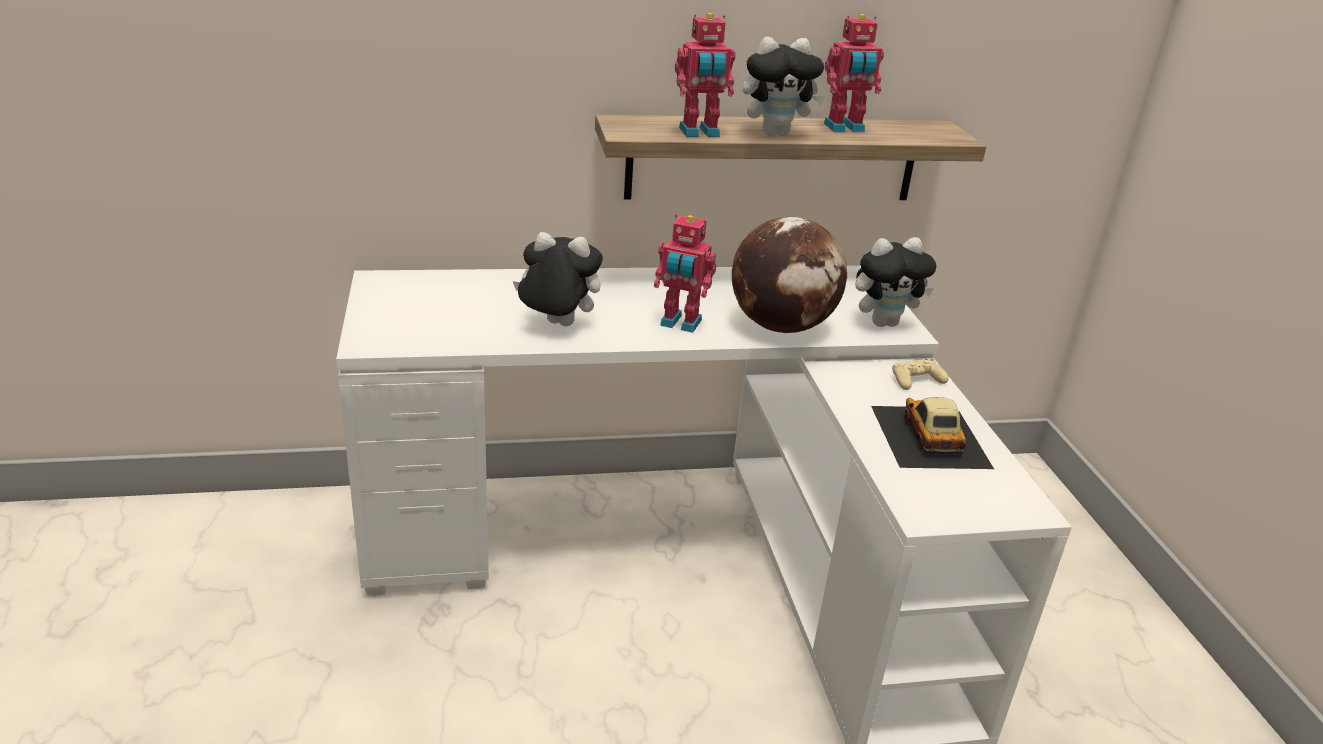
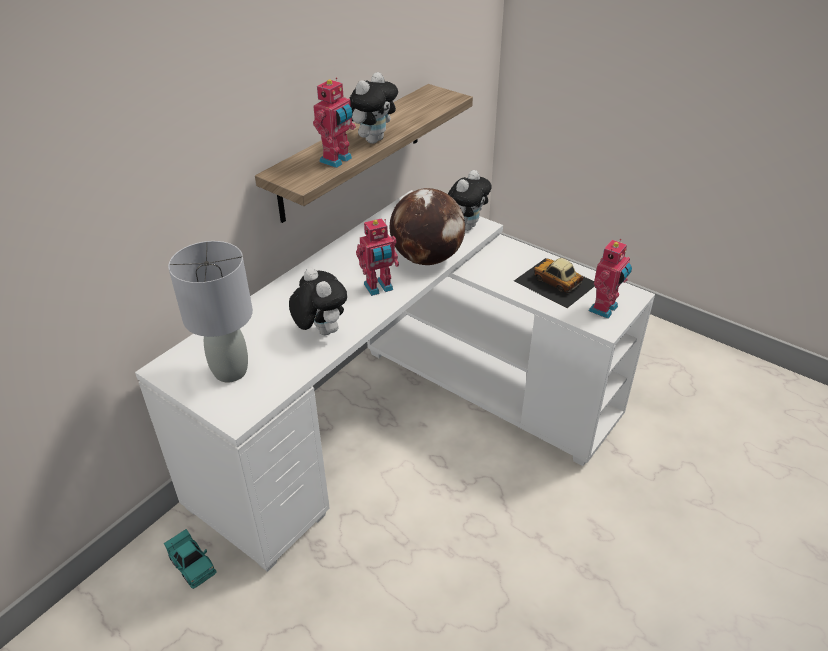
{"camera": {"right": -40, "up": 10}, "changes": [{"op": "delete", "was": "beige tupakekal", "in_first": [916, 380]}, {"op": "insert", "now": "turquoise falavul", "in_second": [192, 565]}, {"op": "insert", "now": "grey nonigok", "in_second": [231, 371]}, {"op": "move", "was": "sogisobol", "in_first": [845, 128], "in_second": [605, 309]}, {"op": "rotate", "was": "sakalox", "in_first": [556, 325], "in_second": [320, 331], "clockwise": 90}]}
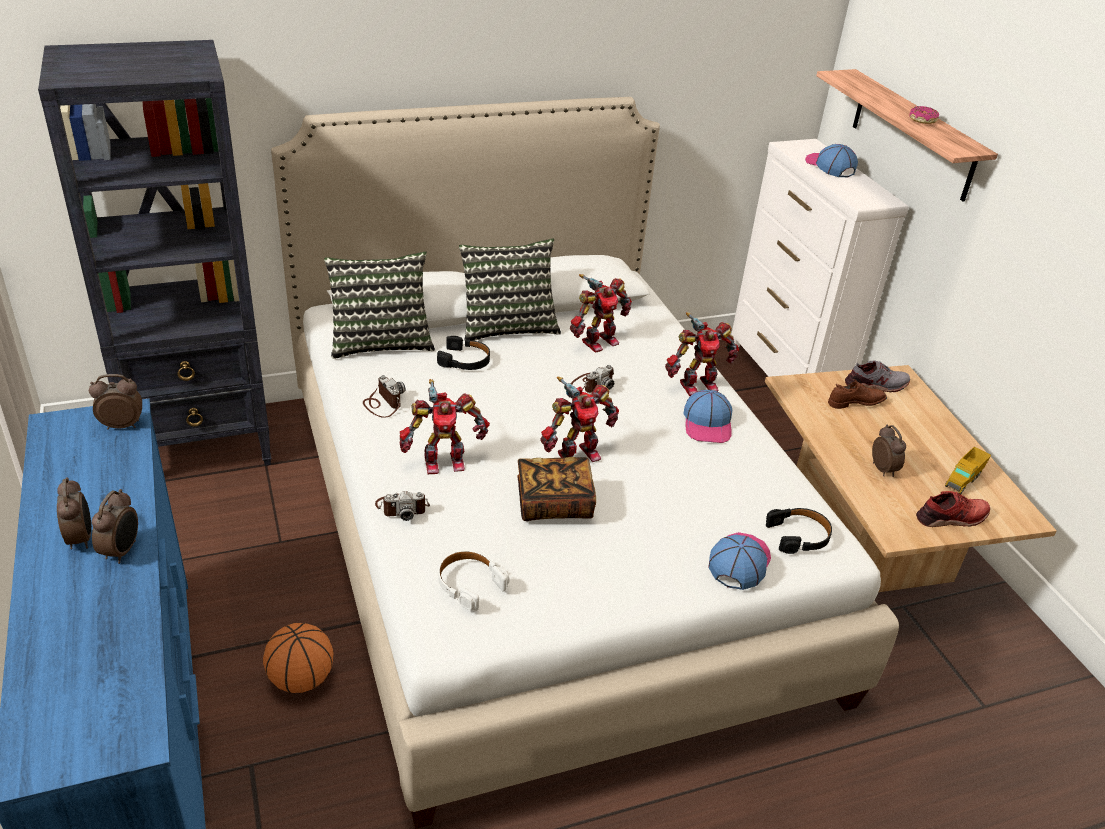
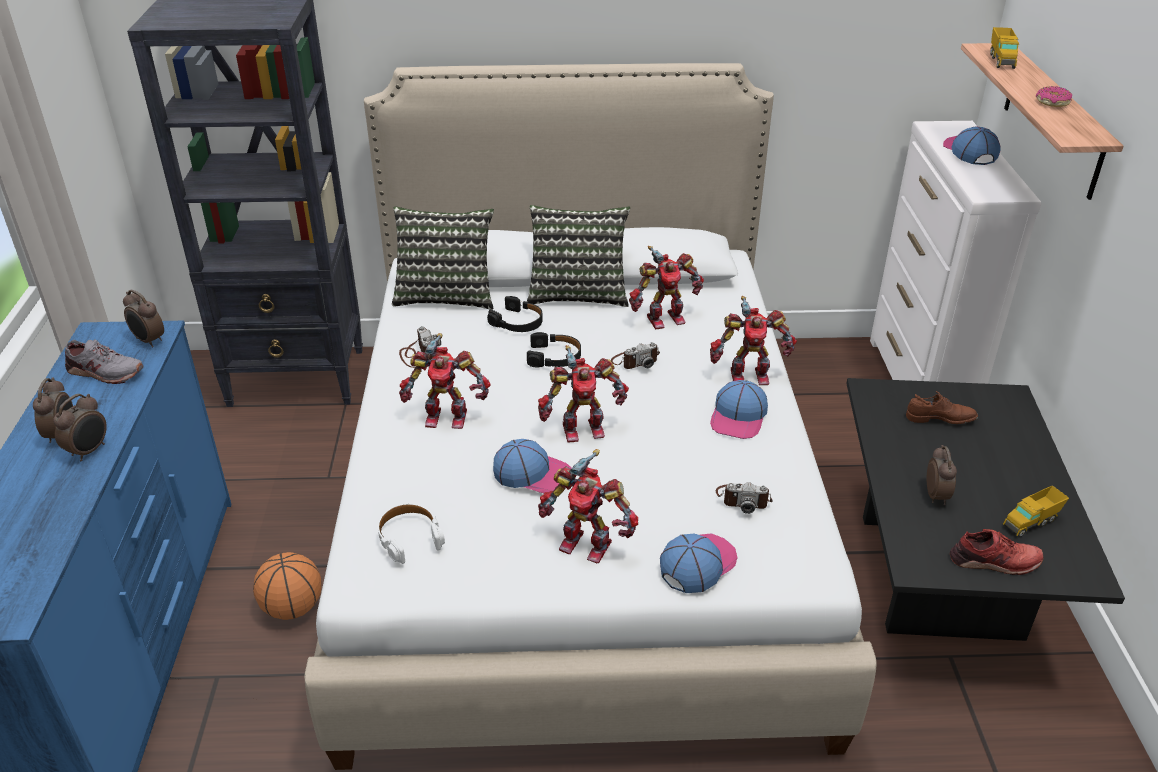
{"camera": {"right": 20, "up": 0}, "changes": [{"op": "insert", "now": "sogisobol", "in_second": [587, 543]}, {"op": "insert", "now": "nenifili", "in_second": [1001, 60]}, {"op": "move", "was": "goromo", "in_first": [402, 507], "in_second": [743, 499]}, {"op": "move", "was": "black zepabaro", "in_first": [799, 536], "in_second": [554, 357]}, {"op": "move", "was": "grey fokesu", "in_first": [876, 385], "in_second": [104, 372]}, {"op": "replace", "was": "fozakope", "now": "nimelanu", "in_first": [554, 503], "in_second": [532, 473]}, {"op": "recolor", "was": "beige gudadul", "now": "black gudadul", "in_first": [867, 538], "in_second": [939, 575]}, {"op": "rotate", "was": "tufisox", "in_first": [122, 425], "in_second": [149, 341], "clockwise": -150}]}
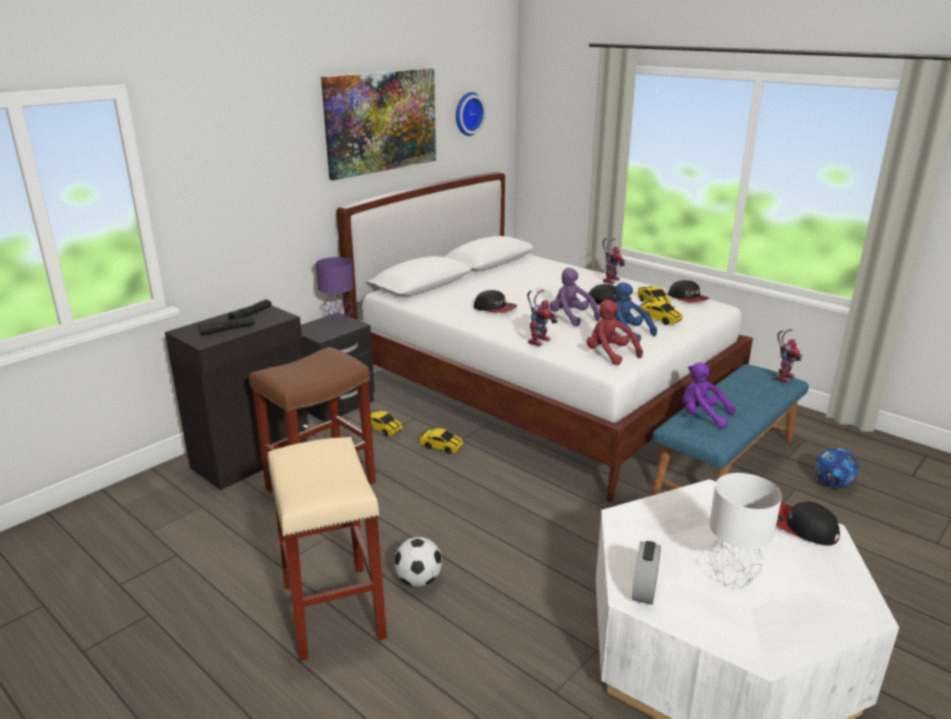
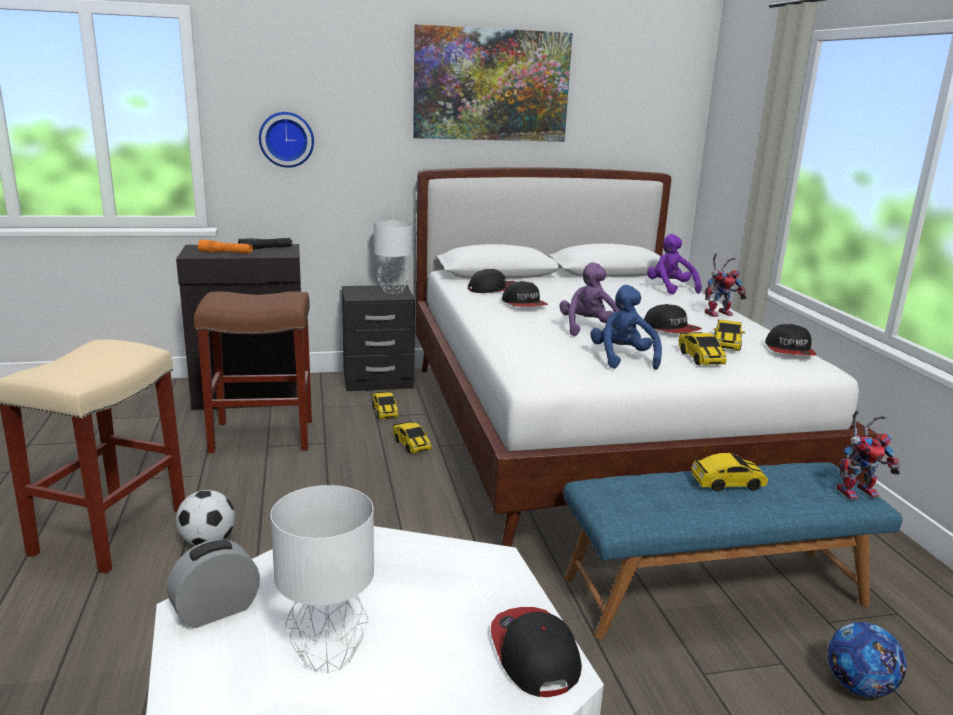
{"camera": {"right": 35, "up": -5}, "changes": [{"op": "delete", "was": "sogisobol", "in_first": [538, 340]}, {"op": "delete", "was": "red sakalox", "in_first": [609, 354]}, {"op": "insert", "now": "nimelanu", "in_second": [493, 289]}, {"op": "insert", "now": "falavul", "in_second": [727, 483]}, {"op": "move", "was": "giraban", "in_first": [467, 113], "in_second": [286, 139]}, {"op": "move", "was": "purple sakalox", "in_first": [702, 416], "in_second": [670, 289]}, {"op": "recolor", "was": "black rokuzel", "now": "orange rokuzel", "in_first": [228, 330], "in_second": [226, 253]}, {"op": "recolor", "was": "purple nonigok", "now": "white nonigok", "in_first": [338, 321], "in_second": [393, 290]}]}
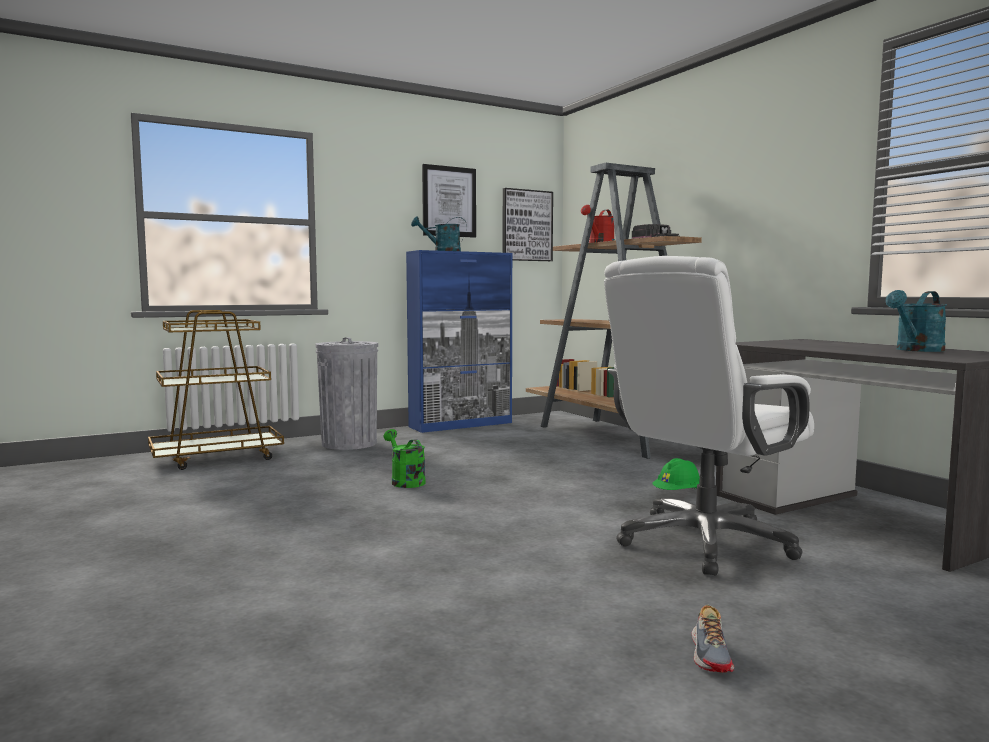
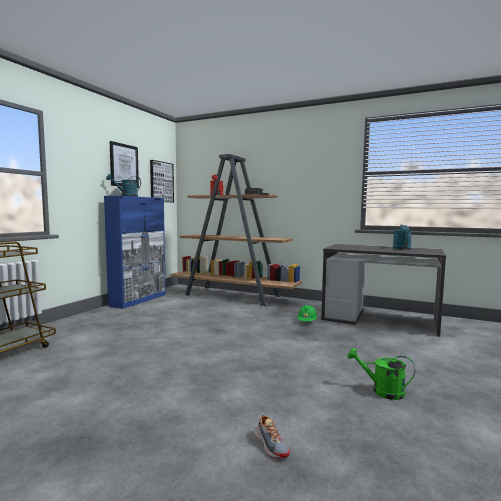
{"camera": {"right": -35, "up": 0}, "changes": [{"op": "delete", "was": "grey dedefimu", "in_first": [349, 443]}, {"op": "delete", "was": "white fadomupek", "in_first": [704, 542]}, {"op": "move", "was": "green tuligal", "in_first": [405, 481], "in_second": [382, 391]}, {"op": "move", "was": "fokesu", "in_first": [711, 654], "in_second": [271, 445]}]}
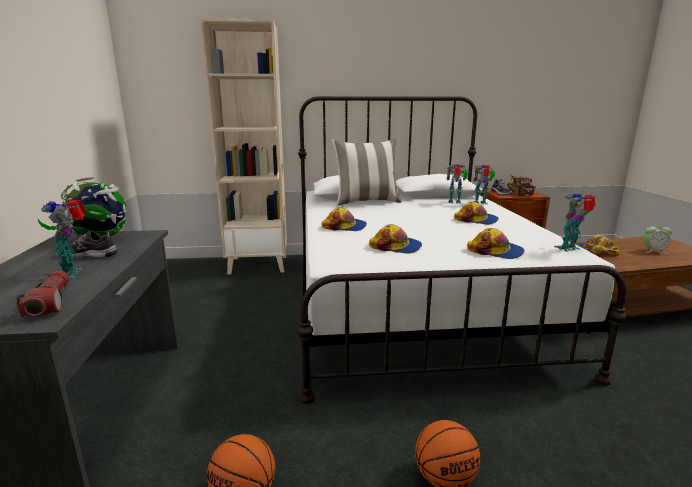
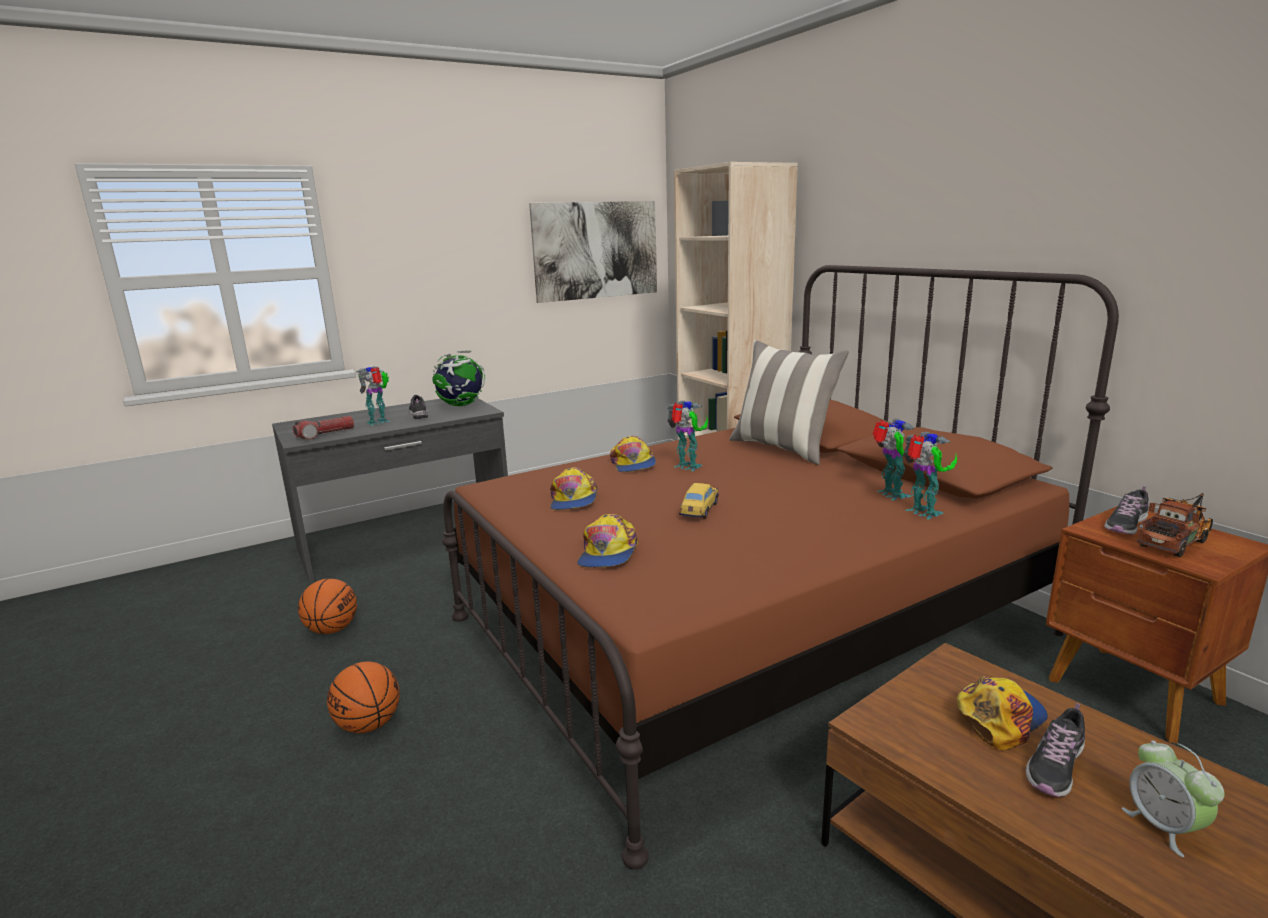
{"camera": {"right": 65, "up": 0}, "changes": [{"op": "delete", "was": "nimelanu", "in_first": [476, 220]}, {"op": "insert", "now": "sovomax", "in_second": [596, 250]}, {"op": "insert", "now": "falavul", "in_second": [699, 510]}, {"op": "insert", "now": "fokesu", "in_second": [1055, 766]}, {"op": "move", "was": "sogisobol", "in_first": [570, 248], "in_second": [688, 467]}, {"op": "recolor", "was": "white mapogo", "now": "brown mapogo", "in_first": [411, 301], "in_second": [747, 626]}]}
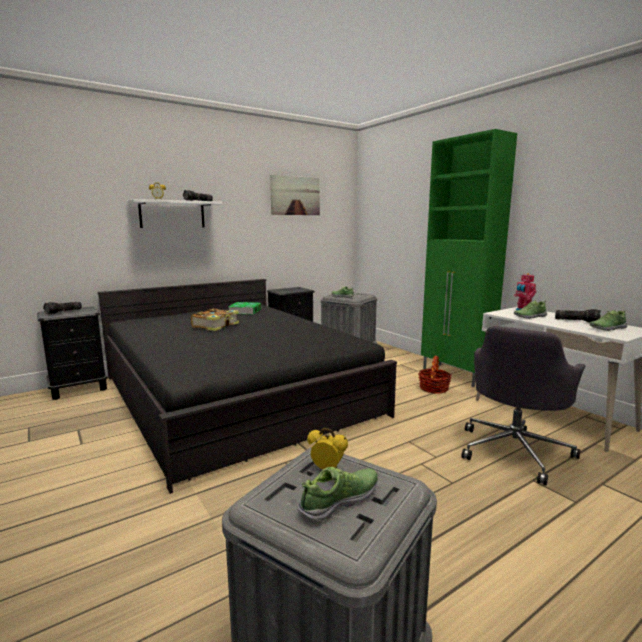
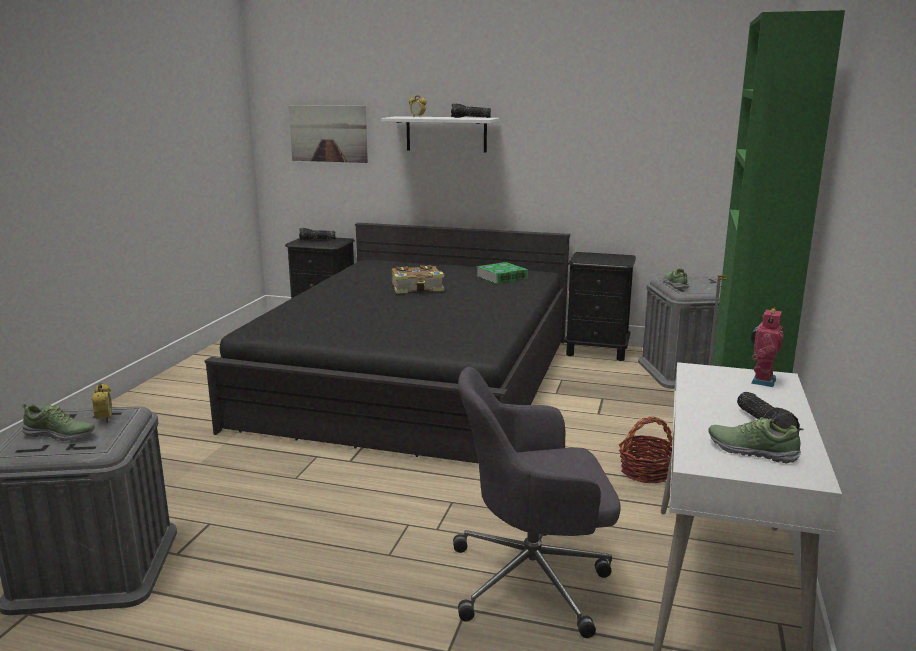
{"camera": {"right": 50, "up": 5}, "changes": [{"op": "delete", "was": "fokesu", "in_first": [529, 316]}, {"op": "move", "was": "sovomax", "in_first": [295, 196], "in_second": [328, 133]}]}
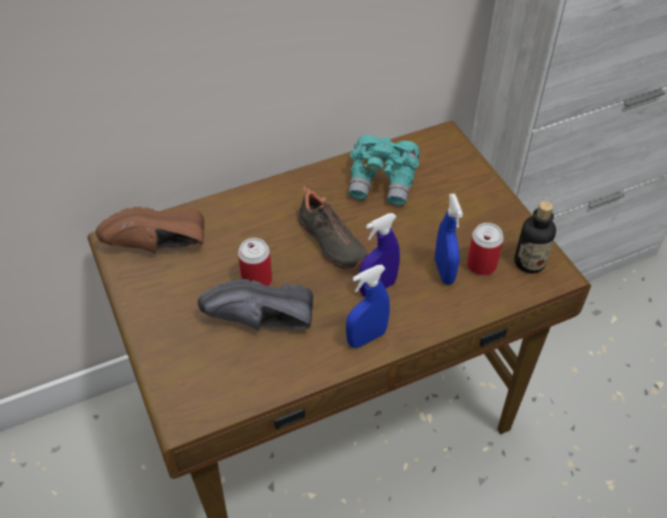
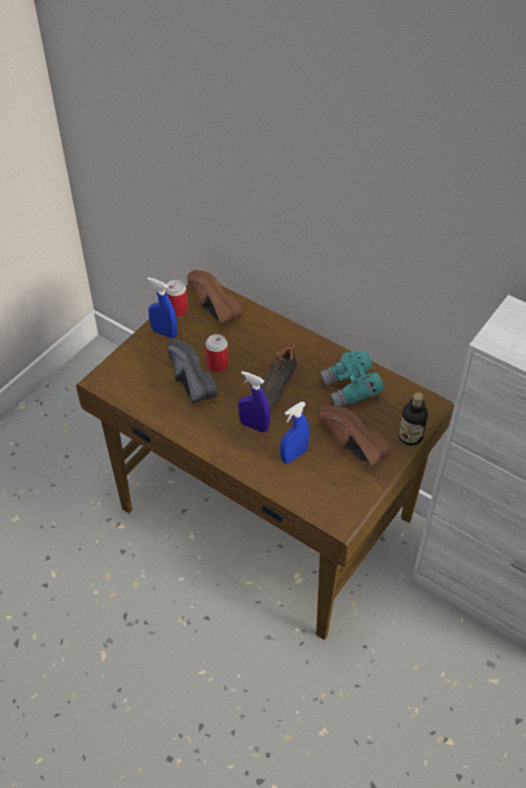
{"camera": {"right": 60, "up": 0}, "changes": [{"op": "insert", "now": "brown fokesu", "in_second": [348, 447]}, {"op": "move", "was": "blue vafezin", "in_first": [366, 338], "in_second": [164, 333]}, {"op": "move", "was": "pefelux", "in_first": [481, 265], "in_second": [177, 310]}, {"op": "move", "was": "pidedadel", "in_first": [529, 262], "in_second": [410, 437]}]}
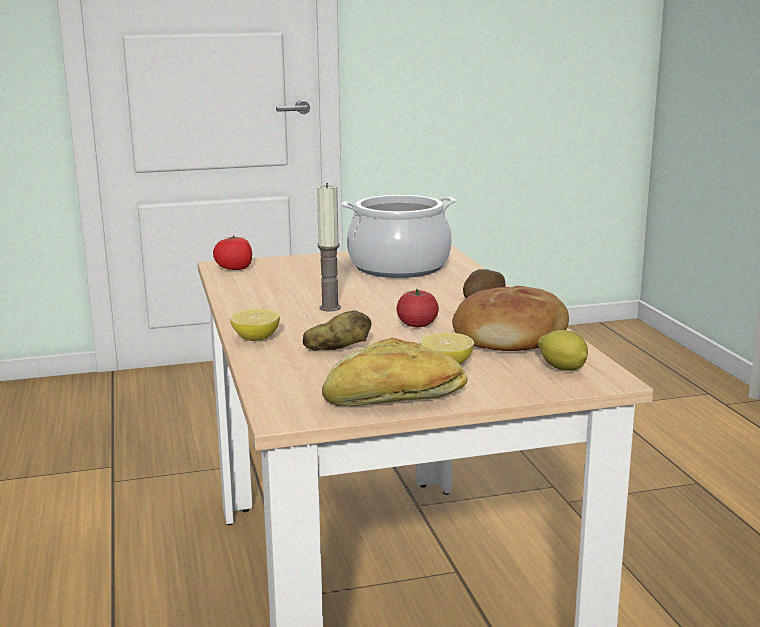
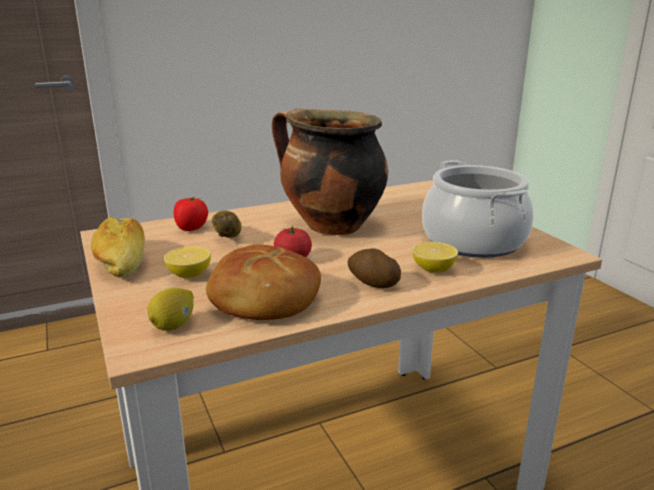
{"camera": {"right": 80, "up": 5}, "changes": [{"op": "move", "was": "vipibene", "in_first": [234, 268], "in_second": [191, 227]}, {"op": "move", "was": "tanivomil", "in_first": [256, 338], "in_second": [433, 269]}, {"op": "replace", "was": "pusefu", "now": "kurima", "in_first": [330, 308], "in_second": [330, 226]}]}
